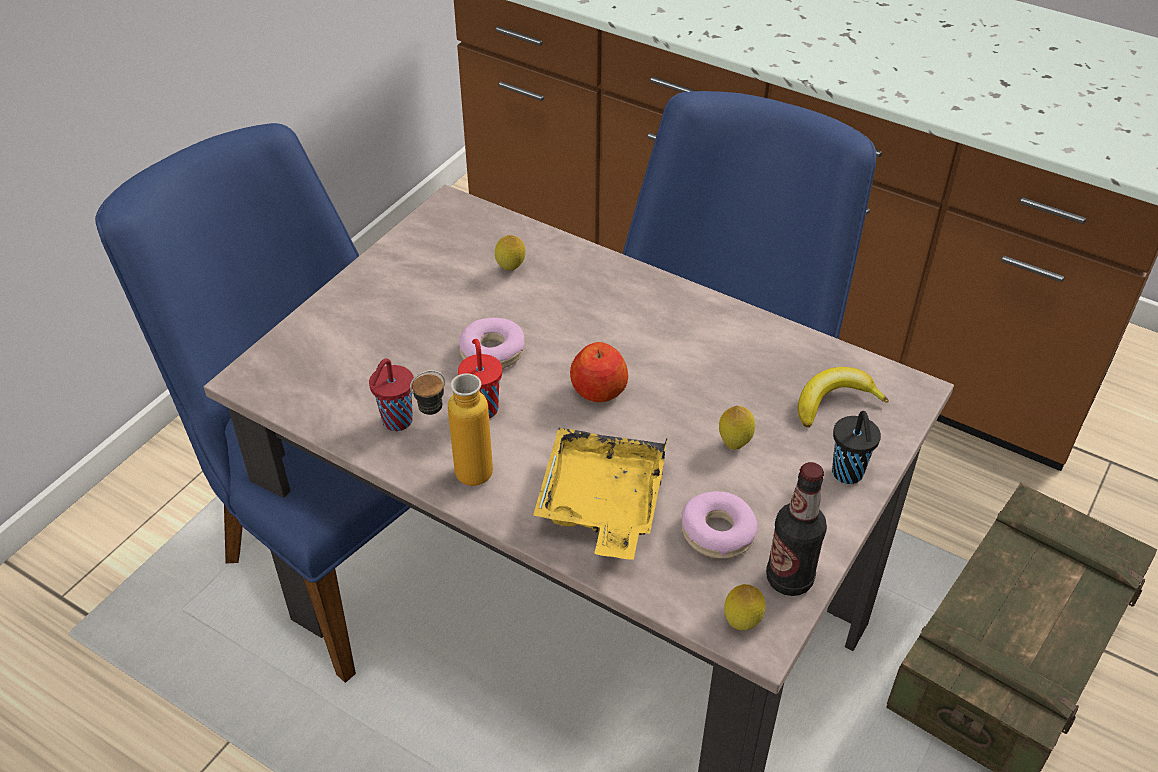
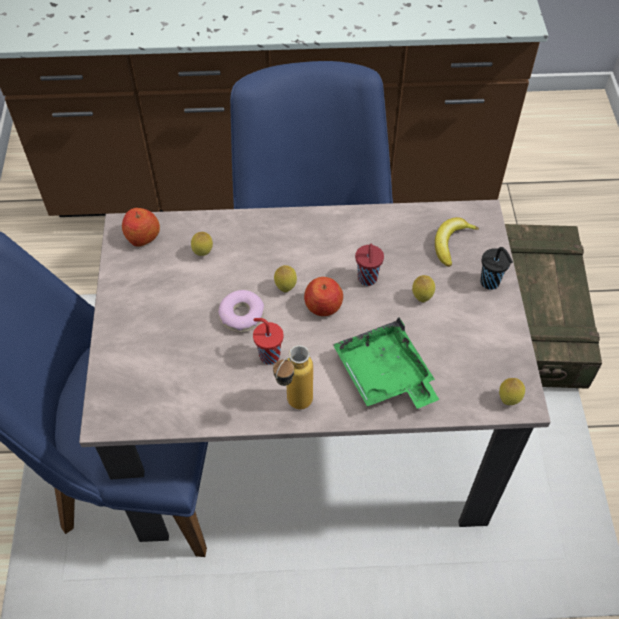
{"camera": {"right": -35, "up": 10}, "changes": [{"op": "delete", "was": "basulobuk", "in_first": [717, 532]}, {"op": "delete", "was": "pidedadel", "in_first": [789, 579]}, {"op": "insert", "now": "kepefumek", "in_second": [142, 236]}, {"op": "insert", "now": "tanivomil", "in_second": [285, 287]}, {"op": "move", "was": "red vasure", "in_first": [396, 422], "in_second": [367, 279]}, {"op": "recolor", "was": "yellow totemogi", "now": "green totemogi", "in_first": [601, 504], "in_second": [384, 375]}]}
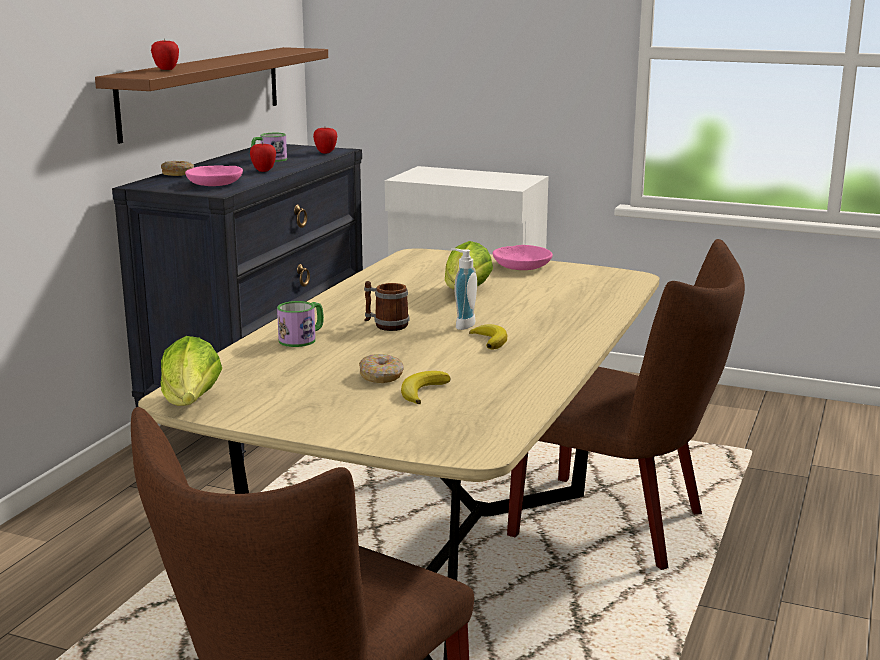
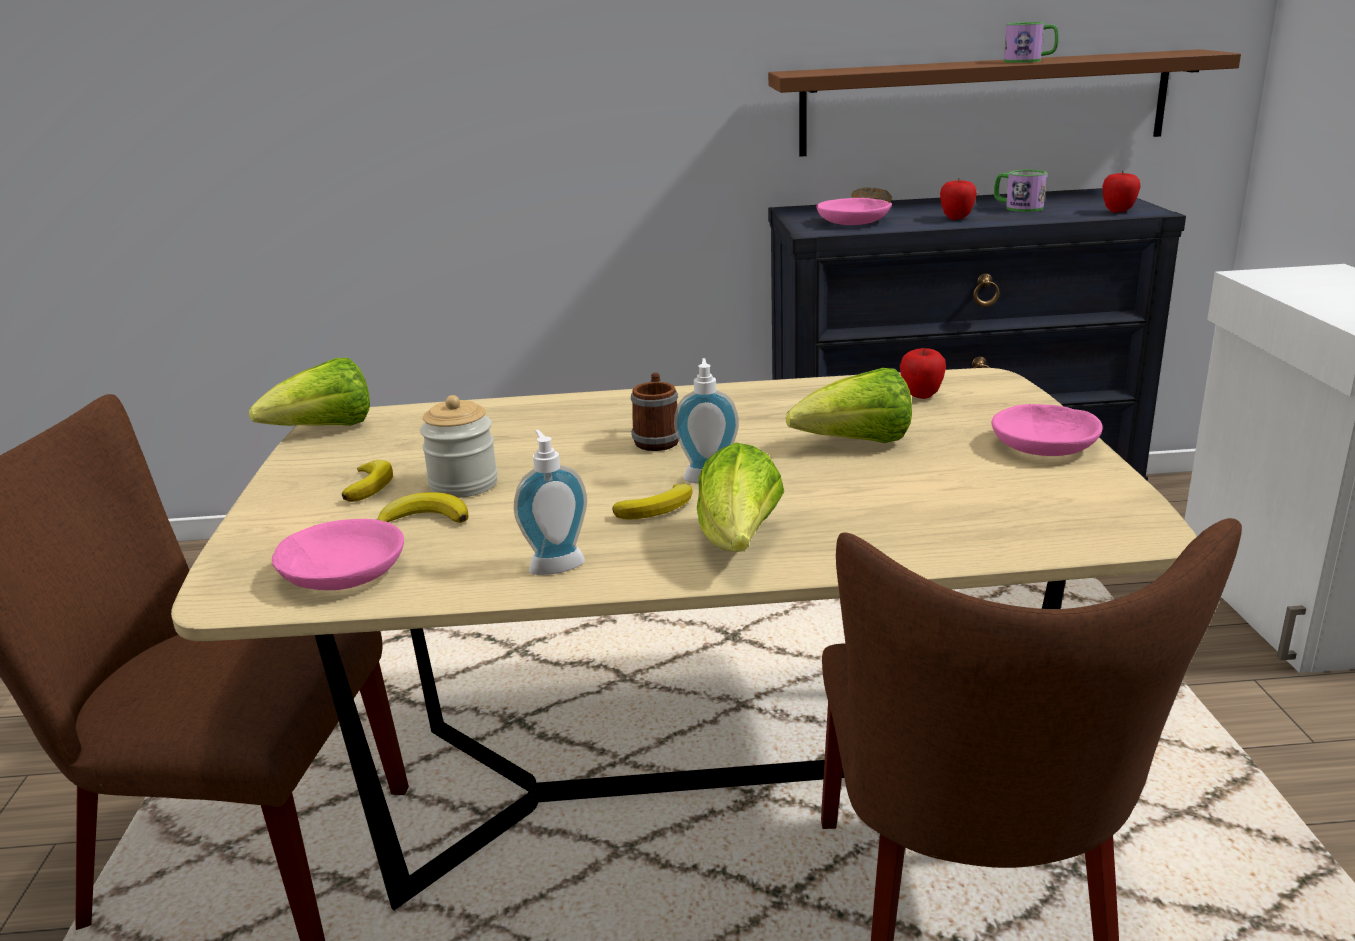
{"camera": {"right": 65, "up": 5}, "changes": [{"op": "insert", "now": "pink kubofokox", "in_second": [341, 572]}, {"op": "insert", "now": "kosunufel", "in_second": [370, 485]}, {"op": "insert", "now": "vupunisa", "in_second": [555, 563]}, {"op": "insert", "now": "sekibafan", "in_second": [739, 542]}, {"op": "move", "was": "kepefumek", "in_first": [166, 69], "in_second": [921, 396]}, {"op": "move", "was": "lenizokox", "in_first": [302, 339], "in_second": [1029, 61]}, {"op": "replace", "was": "basulobuk", "now": "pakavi", "in_first": [381, 376], "in_second": [463, 484]}]}
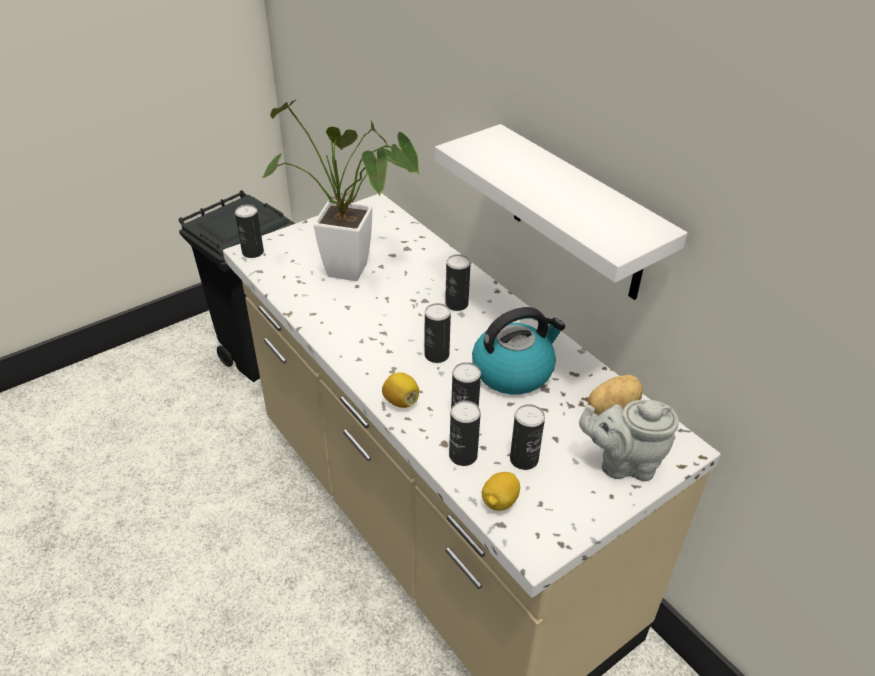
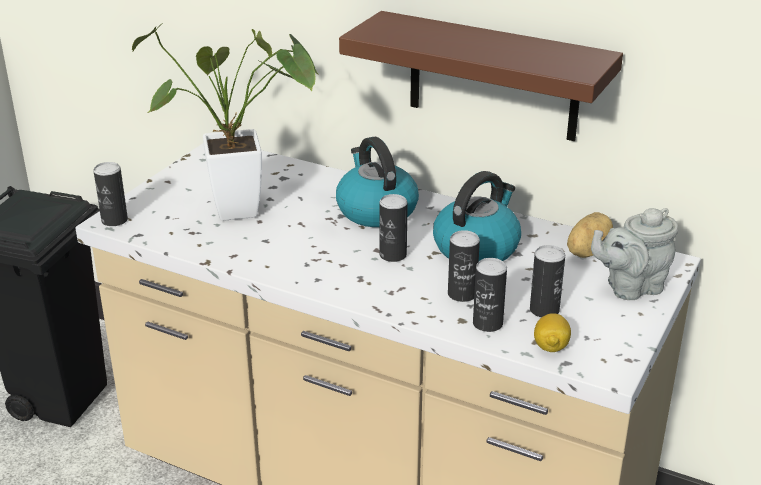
{"camera": {"right": -25, "up": -10}, "changes": [{"op": "delete", "was": "tanivomil", "in_first": [401, 401]}, {"op": "replace", "was": "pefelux", "now": "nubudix", "in_first": [456, 304], "in_second": [375, 210]}, {"op": "recolor", "was": "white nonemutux", "now": "brown nonemutux", "in_first": [578, 215], "in_second": [493, 77]}]}
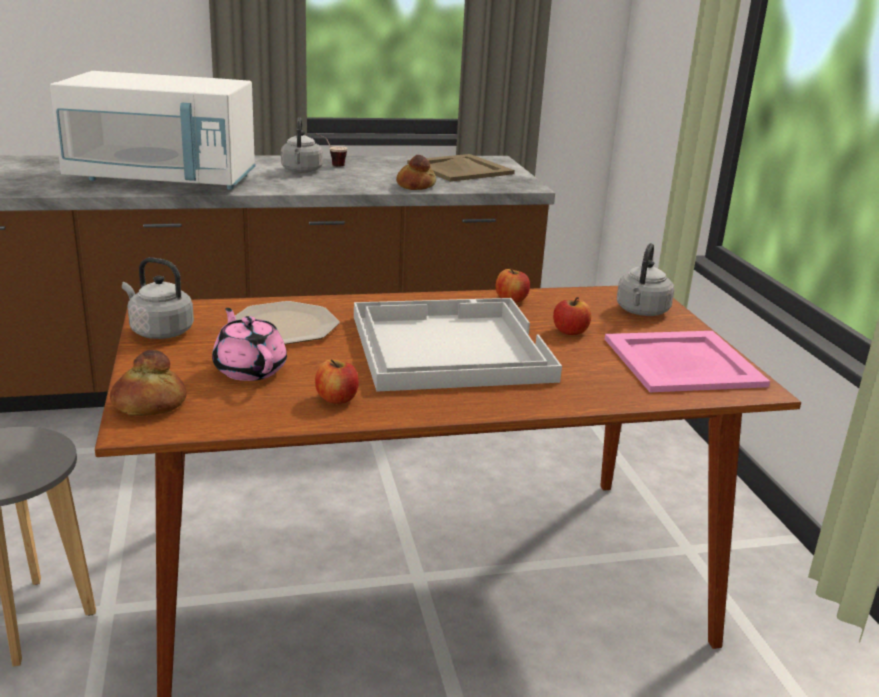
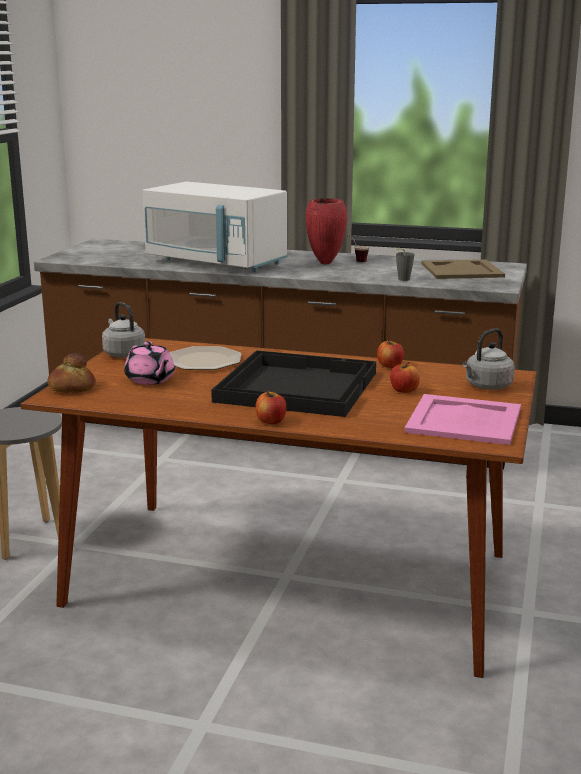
{"camera": {"right": 30, "up": -5}, "changes": [{"op": "move", "was": "kepefumek", "in_first": [337, 399], "in_second": [271, 421]}, {"op": "replace", "was": "grey nubudix", "now": "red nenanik", "in_first": [301, 171], "in_second": [325, 263]}, {"op": "replace", "was": "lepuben", "now": "grey vasure", "in_first": [416, 186], "in_second": [401, 279]}, {"op": "recolor", "was": "white totemogi", "now": "black totemogi", "in_first": [447, 347], "in_second": [296, 386]}, {"op": "rotate", "was": "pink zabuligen", "in_first": [250, 369], "in_second": [150, 380], "clockwise": 150}]}
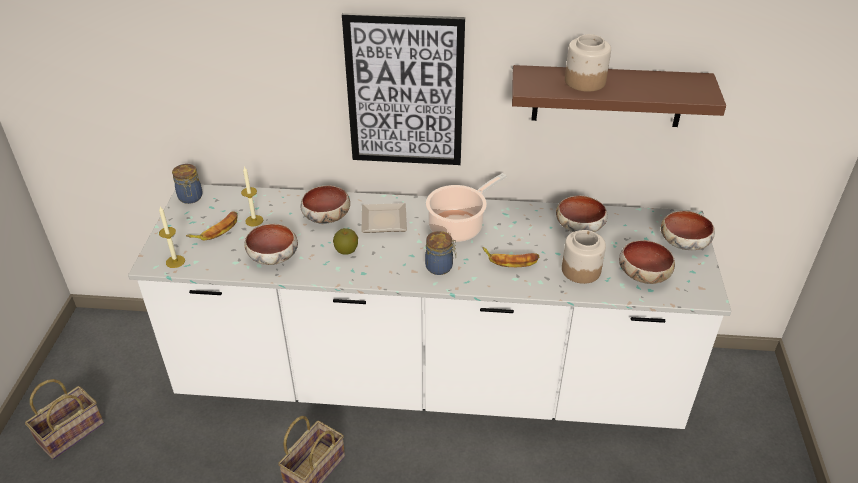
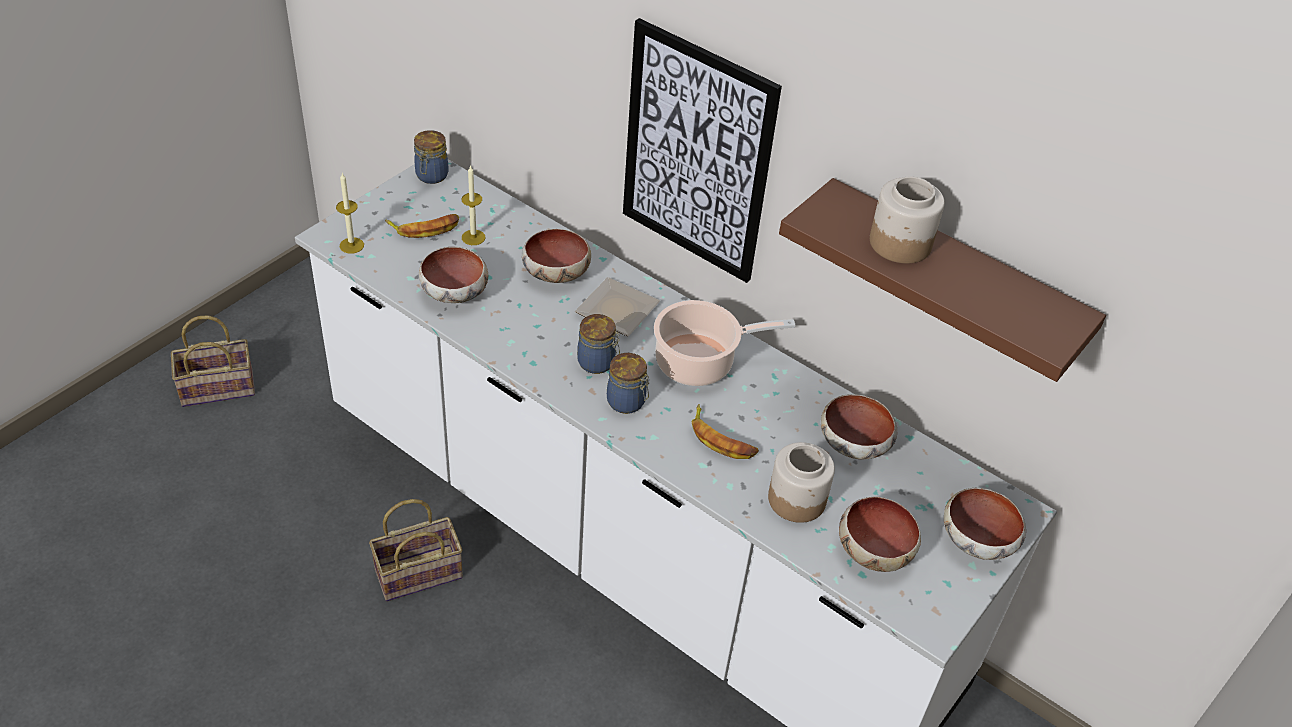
{"camera": {"right": 30, "up": 5}, "changes": [{"op": "delete", "was": "kepefumek", "in_first": [346, 250]}, {"op": "insert", "now": "pakavi", "in_second": [597, 363]}]}
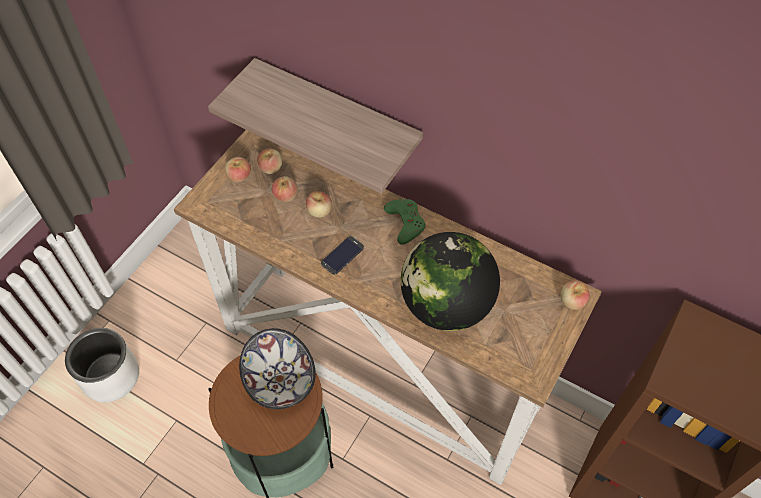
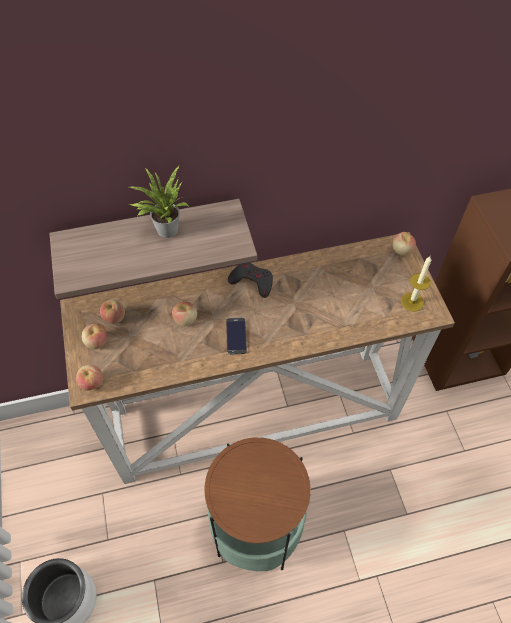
{"camera": {"right": -45, "up": 0}, "changes": [{"op": "delete", "was": "kubofokox", "in_first": [278, 379]}, {"op": "delete", "was": "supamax", "in_first": [446, 305]}, {"op": "insert", "now": "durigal", "in_second": [165, 229]}, {"op": "insert", "now": "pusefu", "in_second": [412, 302]}, {"op": "move", "was": "kepefumek", "in_first": [285, 196], "in_second": [92, 383]}, {"op": "recolor", "was": "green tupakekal", "now": "grey tupakekal", "in_first": [405, 222], "in_second": [252, 281]}]}
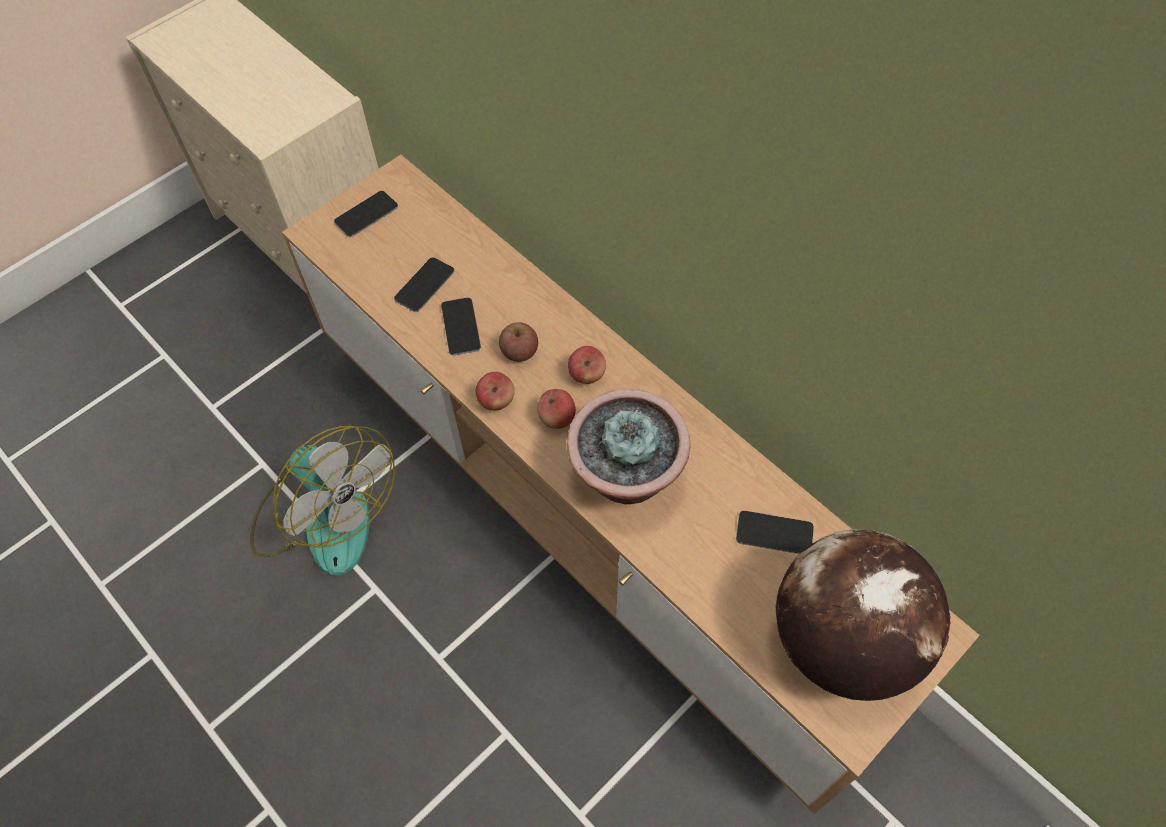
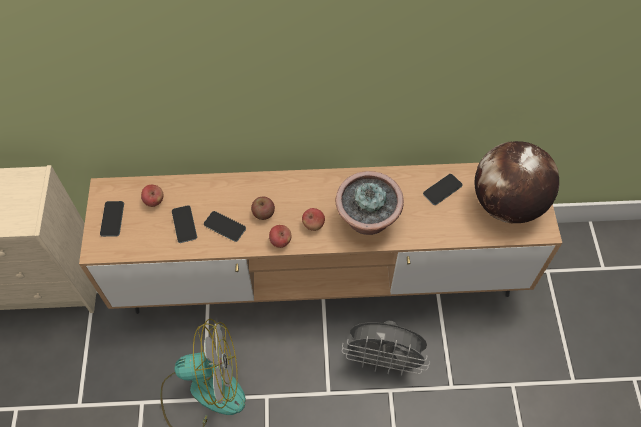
{"camera": {"right": -50, "up": 0}, "changes": [{"op": "insert", "now": "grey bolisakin", "in_second": [384, 360]}, {"op": "move", "was": "kepefumek", "in_first": [587, 375], "in_second": [154, 201]}]}
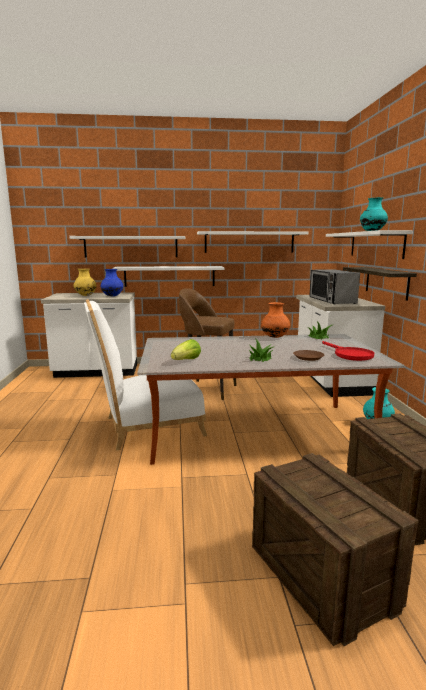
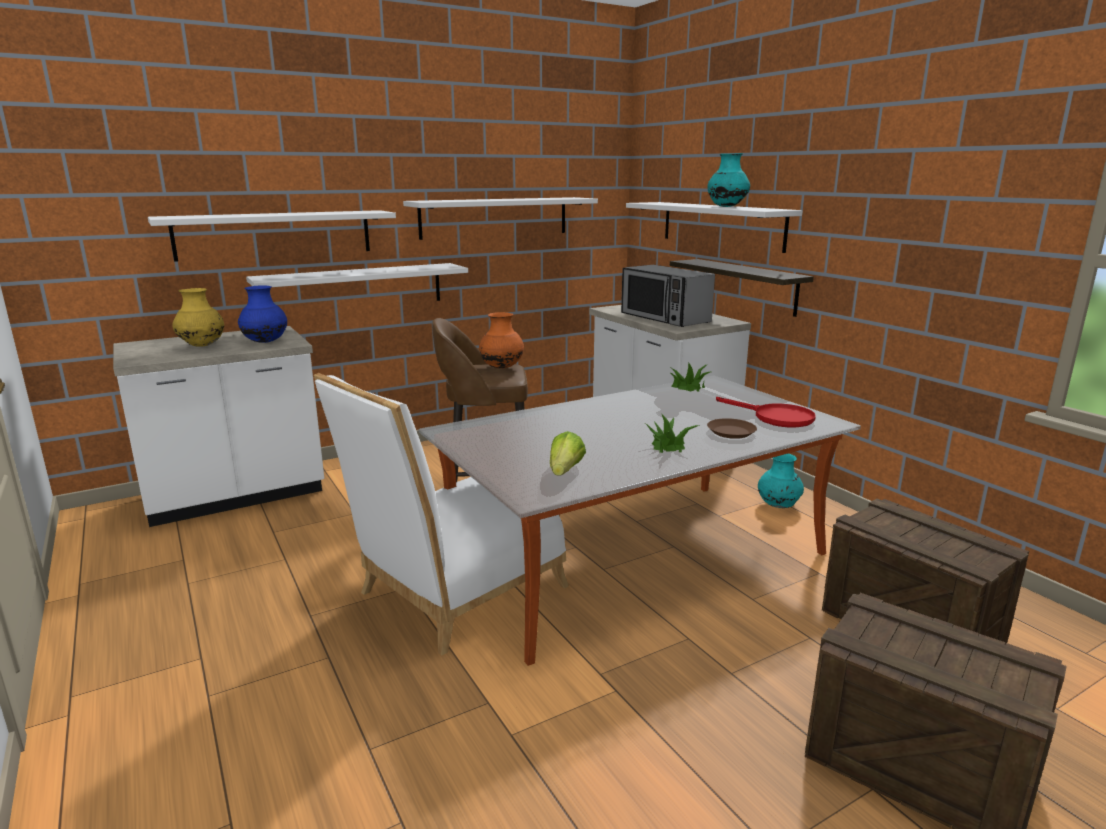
{"camera": {"right": -25, "up": 5}, "changes": [{"op": "move", "was": "orange nenanik", "in_first": [275, 337], "in_second": [502, 367]}]}
